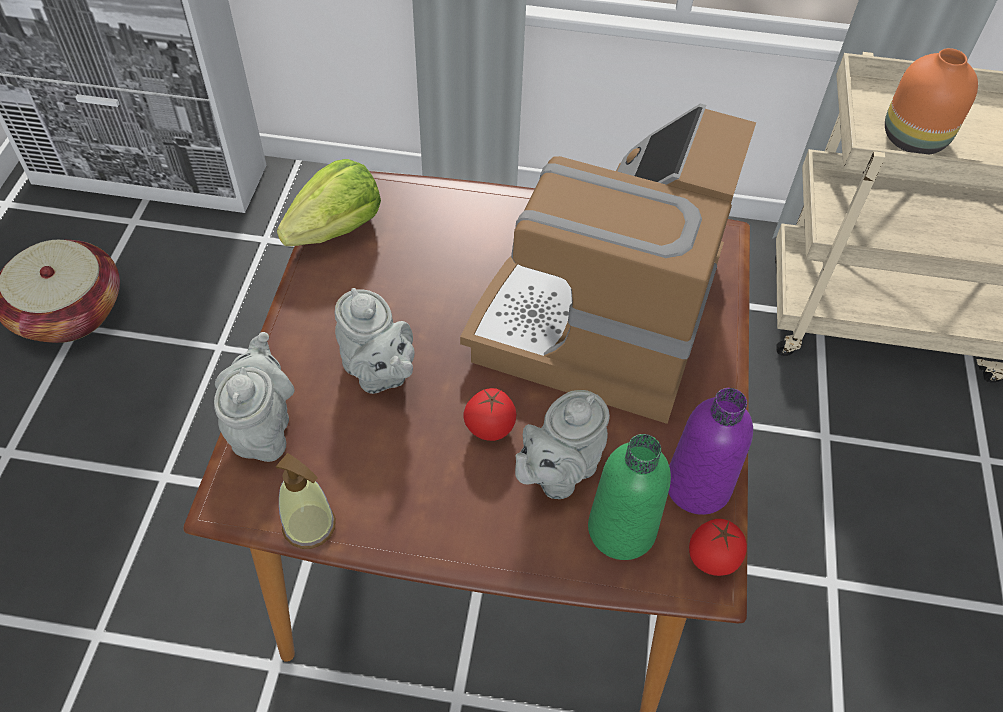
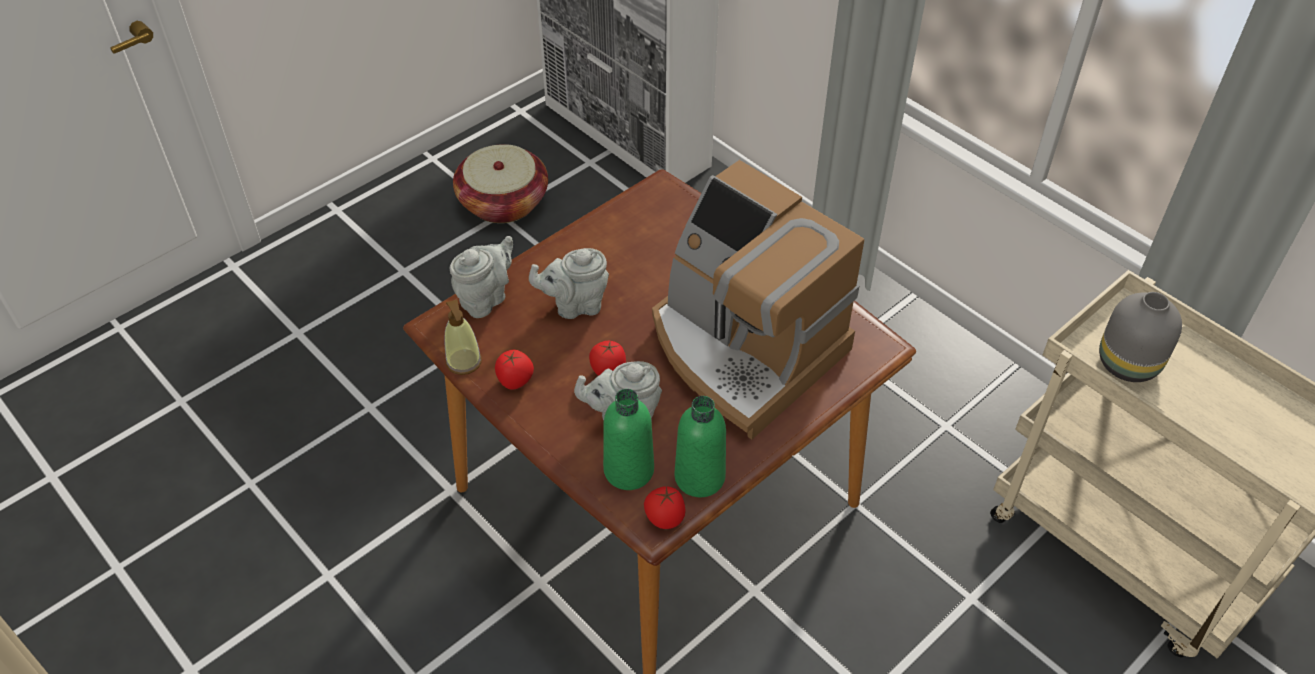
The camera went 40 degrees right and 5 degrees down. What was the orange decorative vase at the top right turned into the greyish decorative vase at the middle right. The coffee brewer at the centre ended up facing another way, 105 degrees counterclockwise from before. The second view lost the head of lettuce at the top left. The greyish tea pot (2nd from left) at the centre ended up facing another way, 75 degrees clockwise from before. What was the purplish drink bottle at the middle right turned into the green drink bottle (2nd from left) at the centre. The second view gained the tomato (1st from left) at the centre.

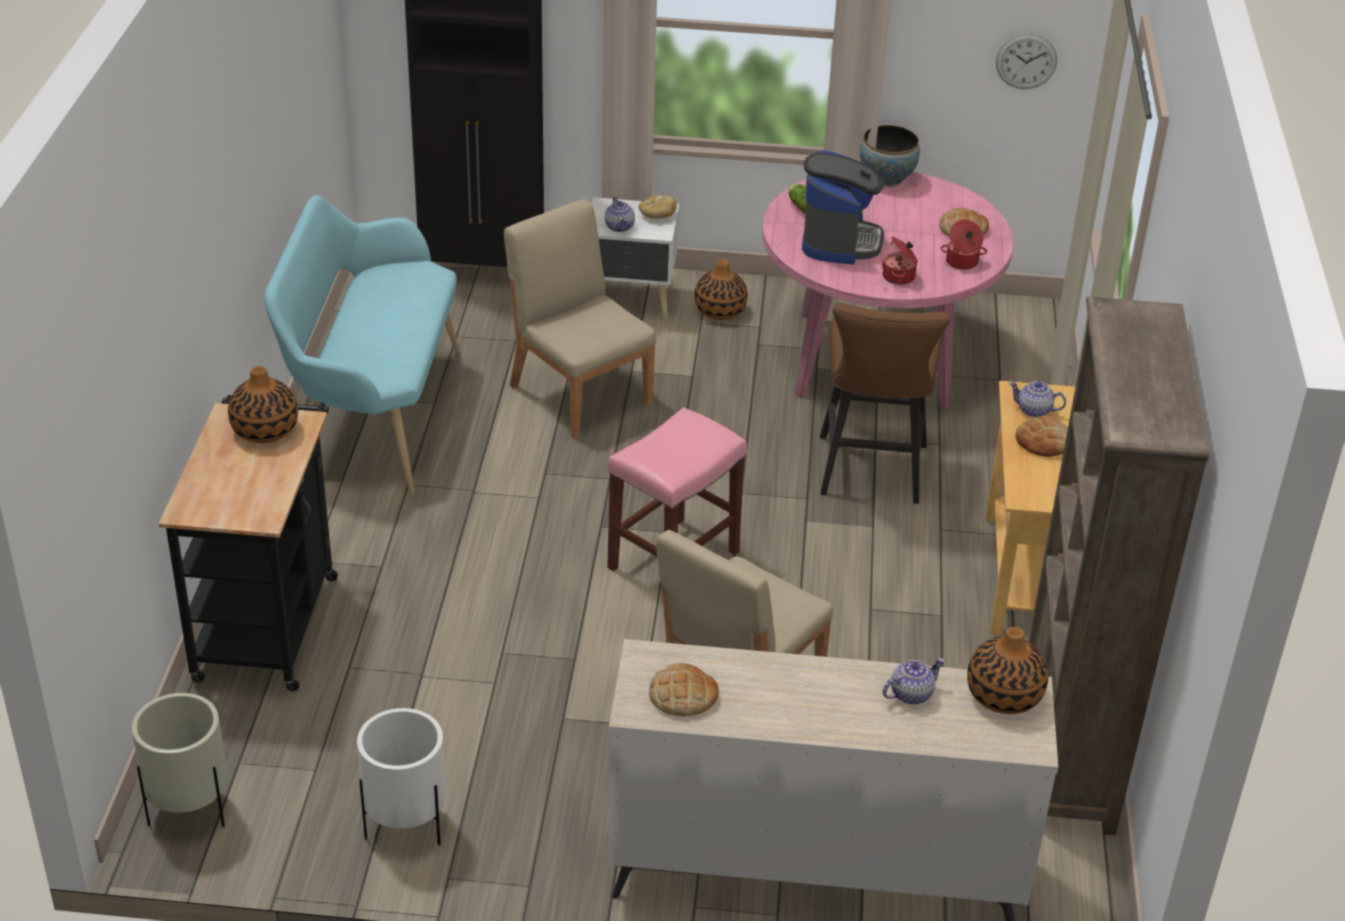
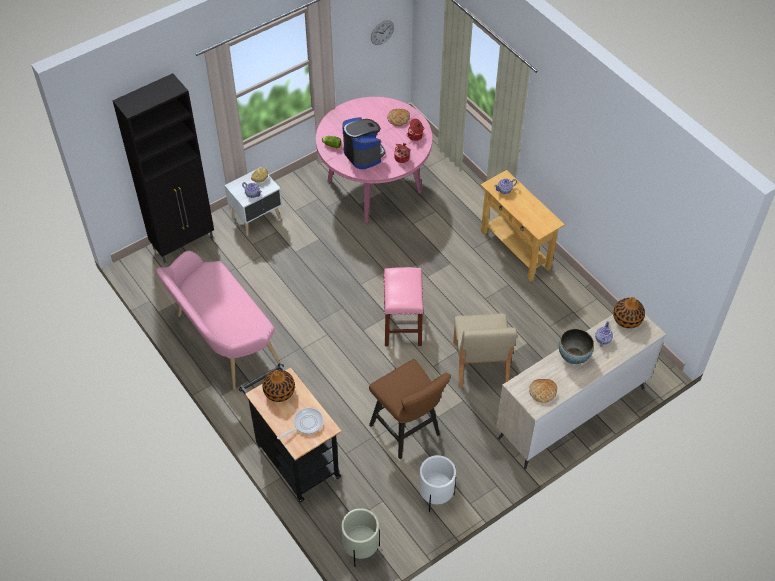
The camera went 40 degrees left and 15 degrees up. The deep dish ended up elsewhere, having gone from the top centre to the middle right. What was the blue-green long seat at the middle left turned into the pink long seat at the middle left. The second view lost the beige upright chair (1st from left) at the centre. The second view lost the decorative vase (2nd from left) at the top centre. The second view lost the brownish shelving unit at the middle right. The brownish stool ended up elsewhere, having gone from the centre to the bottom centre. The second view lost the bakery bread (4th from left) at the middle right. The second view gained the pan at the bottom centre.

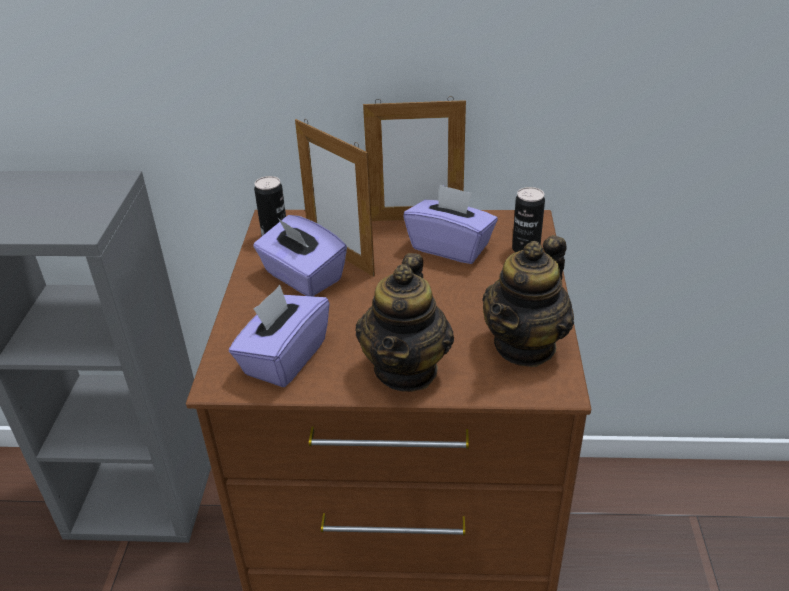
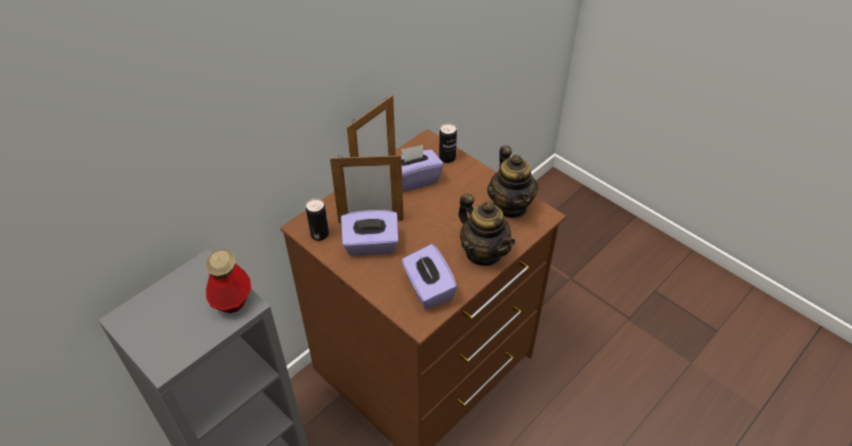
The camera went 50 degrees left and 10 degrees up. The second view gained the drink bottle at the middle left.

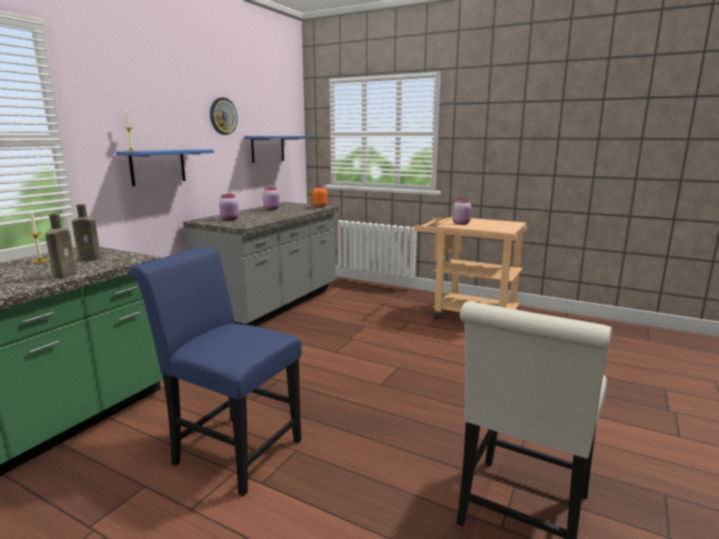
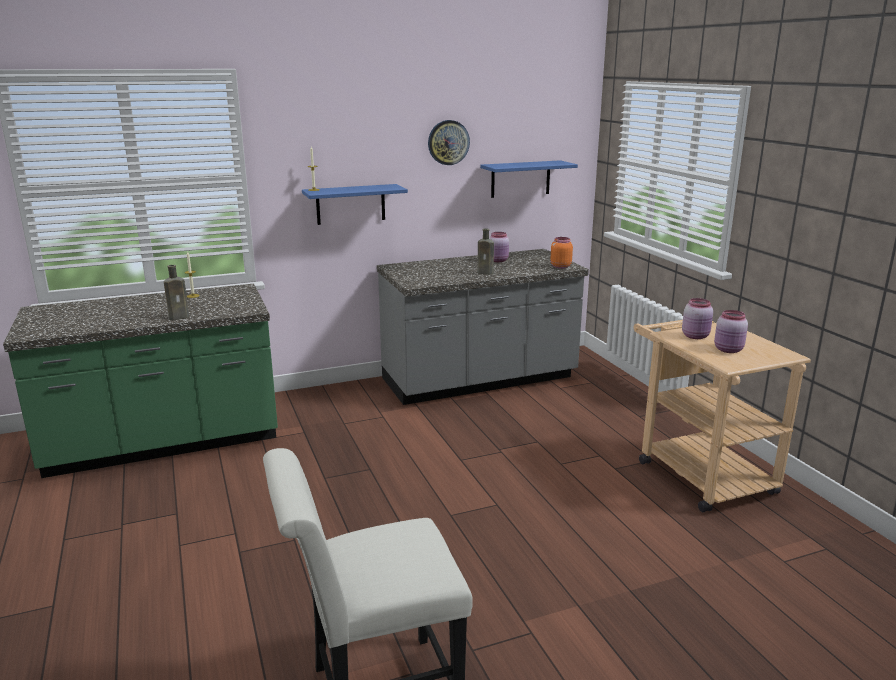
The camera went 40 degrees right and 5 degrees up. The pink storage jar (1st from left in the first image) ended up elsewhere, having gone from the middle left to the middle right. The brownish drink bottle (2nd from left) ended up elsewhere, having gone from the middle left to the centre. The second view lost the blue-coloured upright chair at the bottom left.

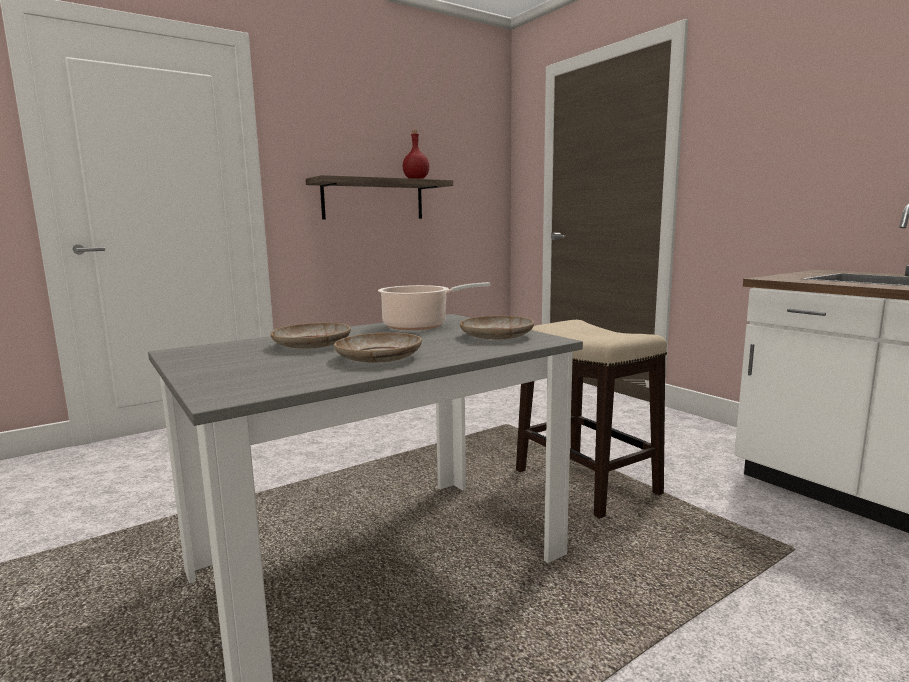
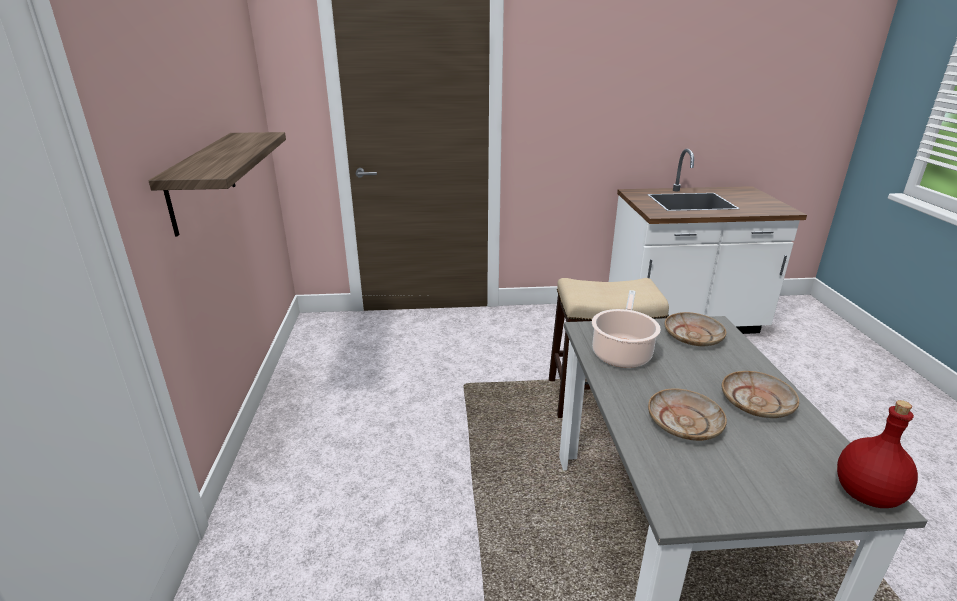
The camera went 60 degrees left and 15 degrees up. The red drink bottle ended up elsewhere, having gone from the top centre to the bottom right.

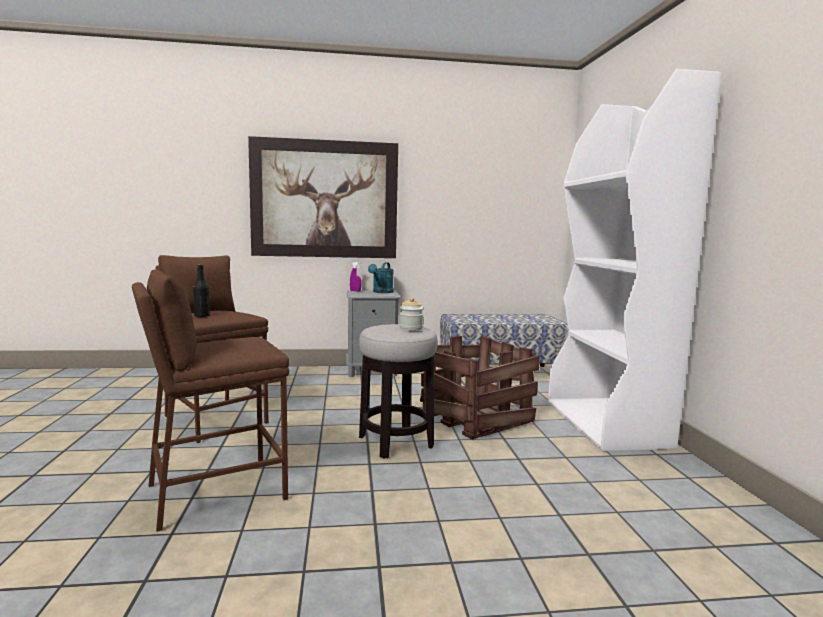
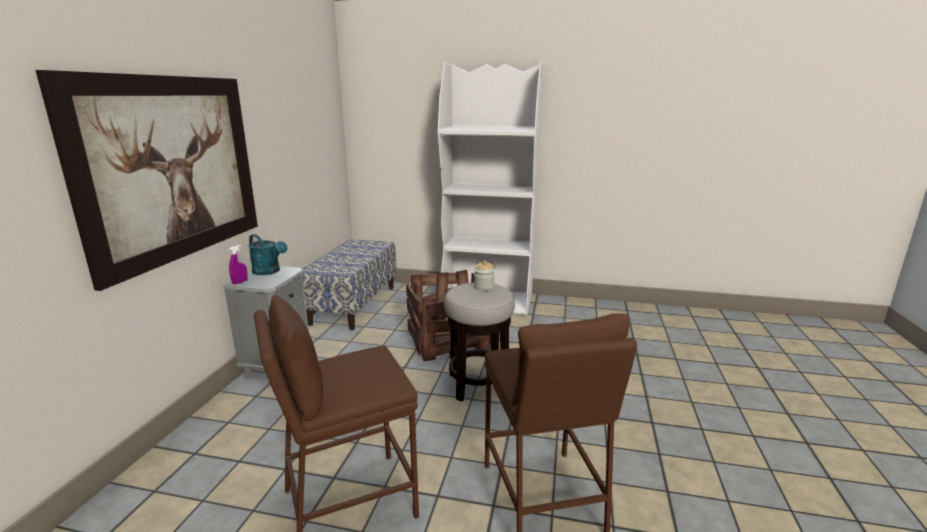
The camera went 70 degrees left and 10 degrees up. The second view lost the black-coloured drink bottle at the middle left.

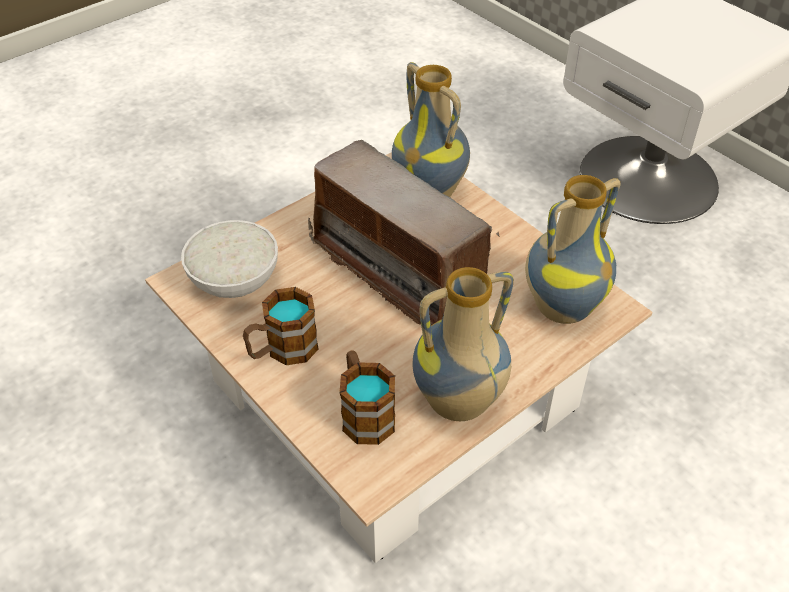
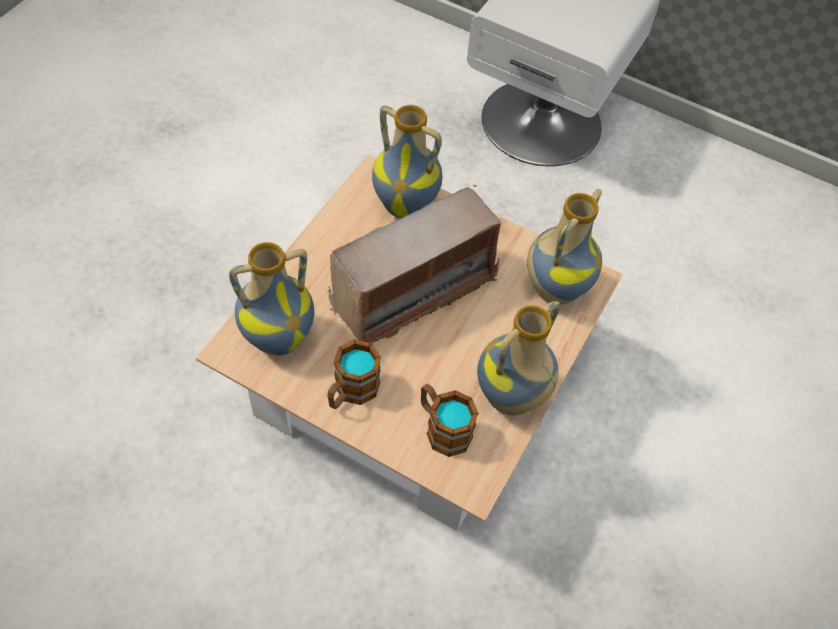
The camera went 25 degrees left and 10 degrees up. The radio receiver at the centre ended up facing another way, 60 degrees counterclockwise from before. Where the whitish deep dish stood at the middle left, the decorative vase (1st from left) came to stand at the middle left.

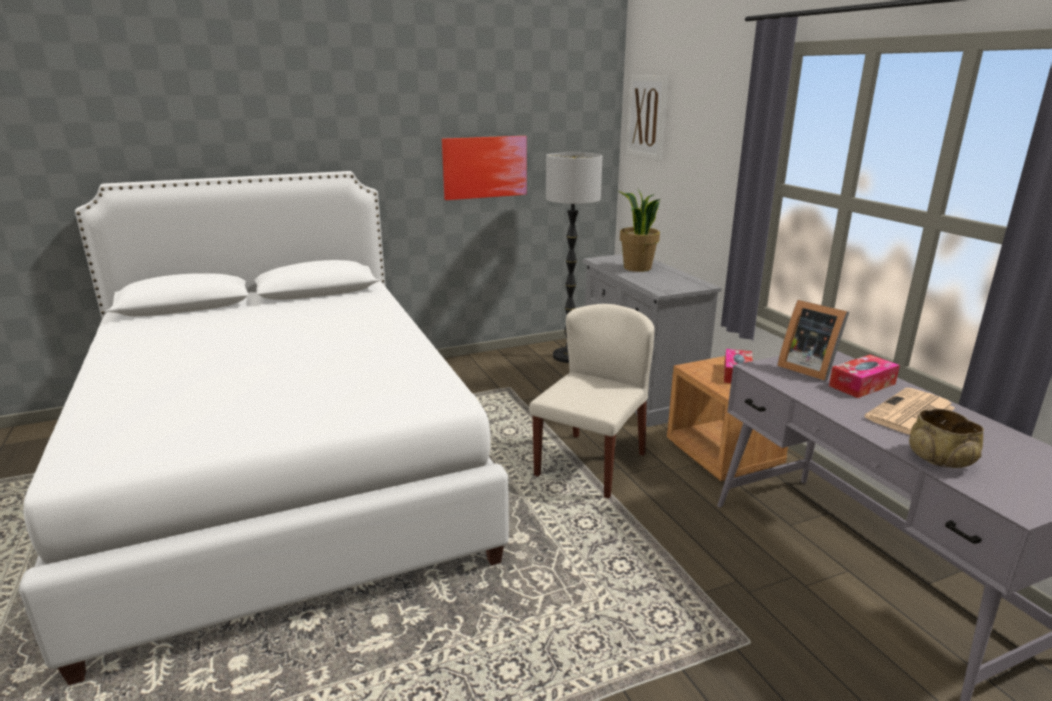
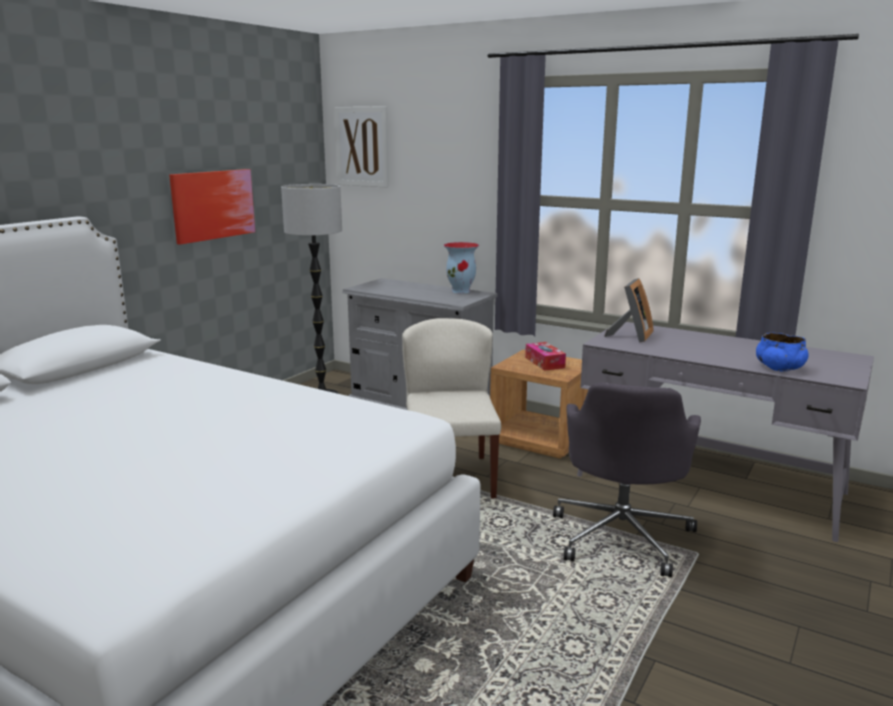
The camera went 35 degrees left and 5 degrees down. The second view lost the potted plant at the top centre. The standing frame at the middle right ended up facing another way, 75 degrees counterclockwise from before. The second view lost the box of tissues (2nd from left) at the middle right. The second view lost the printed paper at the middle right. What was the beige deep dish at the middle right turned into the blue-coloured deep dish at the middle right. The second view gained the decorative vase at the centre. The second view gained the greyish desk chair at the bottom right.

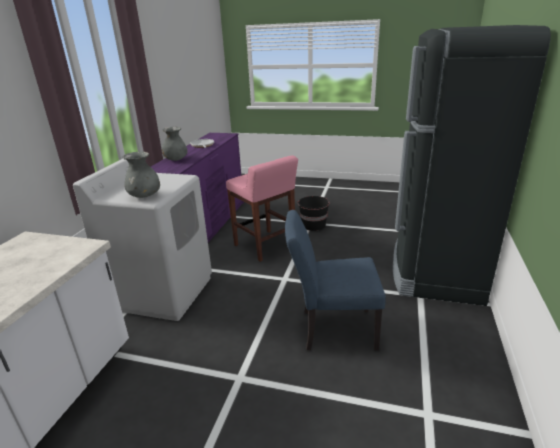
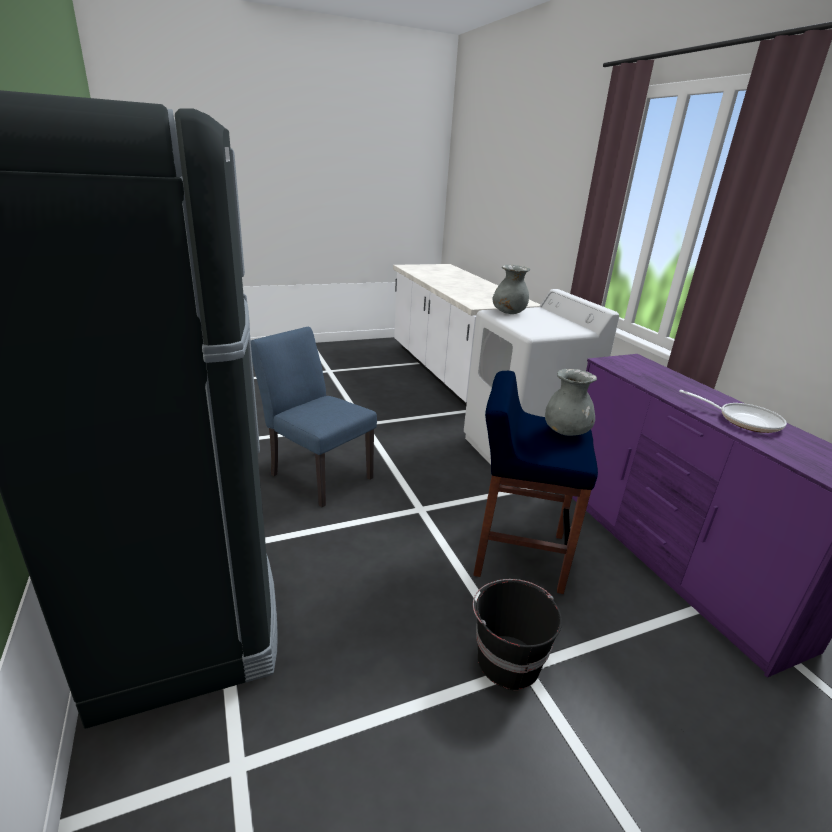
The camera went 140 degrees right and 0 degrees up. The greyish decorative vase (2nd from left) ended up elsewhere, having gone from the top left to the middle right. What was the pink stool at the centre turned into the blue-coloured stool at the centre. The blue-coloured upright chair at the centre ended up facing another way, 105 degrees counterclockwise from before.

